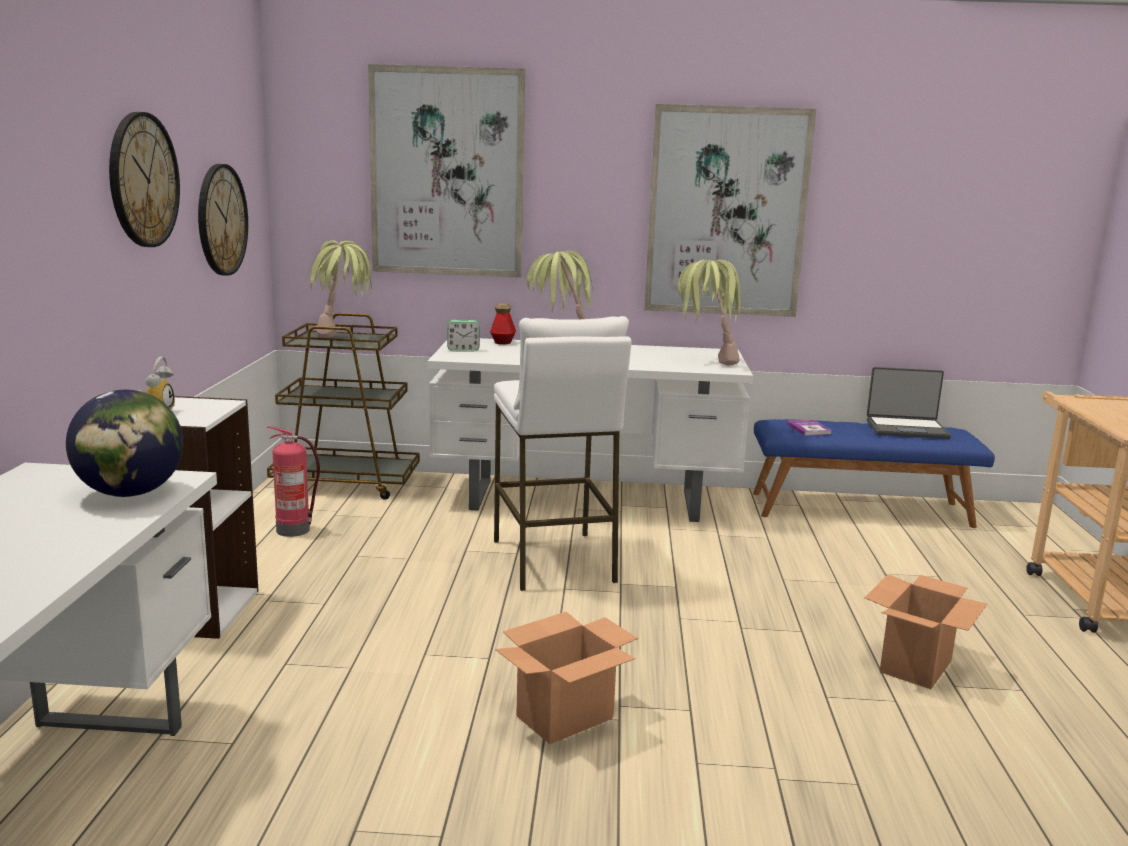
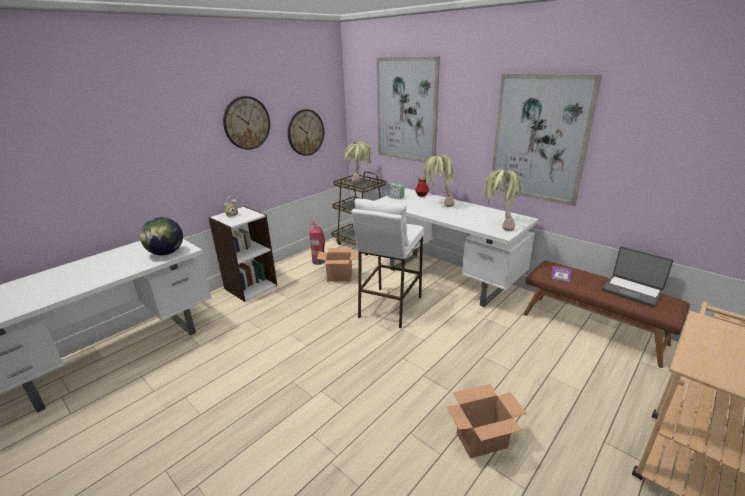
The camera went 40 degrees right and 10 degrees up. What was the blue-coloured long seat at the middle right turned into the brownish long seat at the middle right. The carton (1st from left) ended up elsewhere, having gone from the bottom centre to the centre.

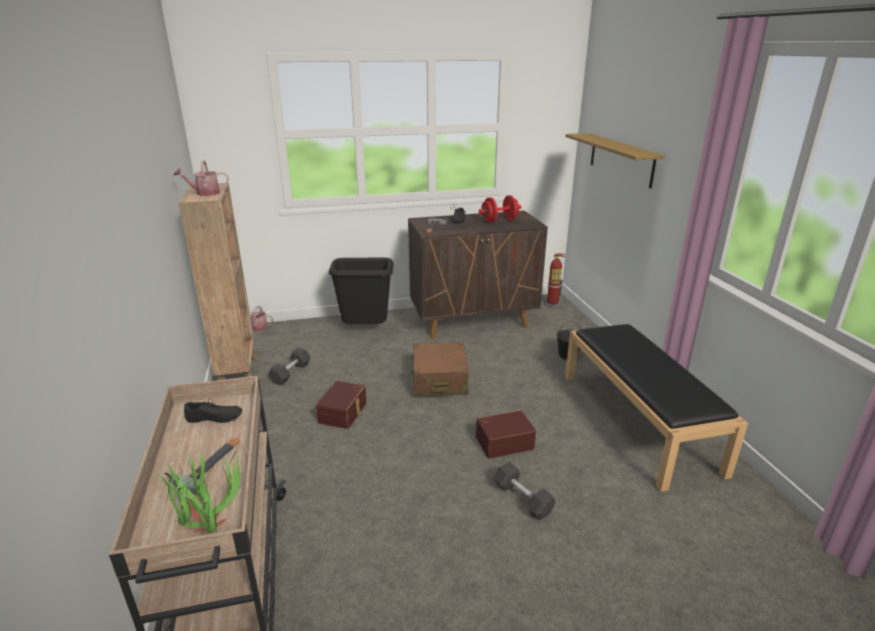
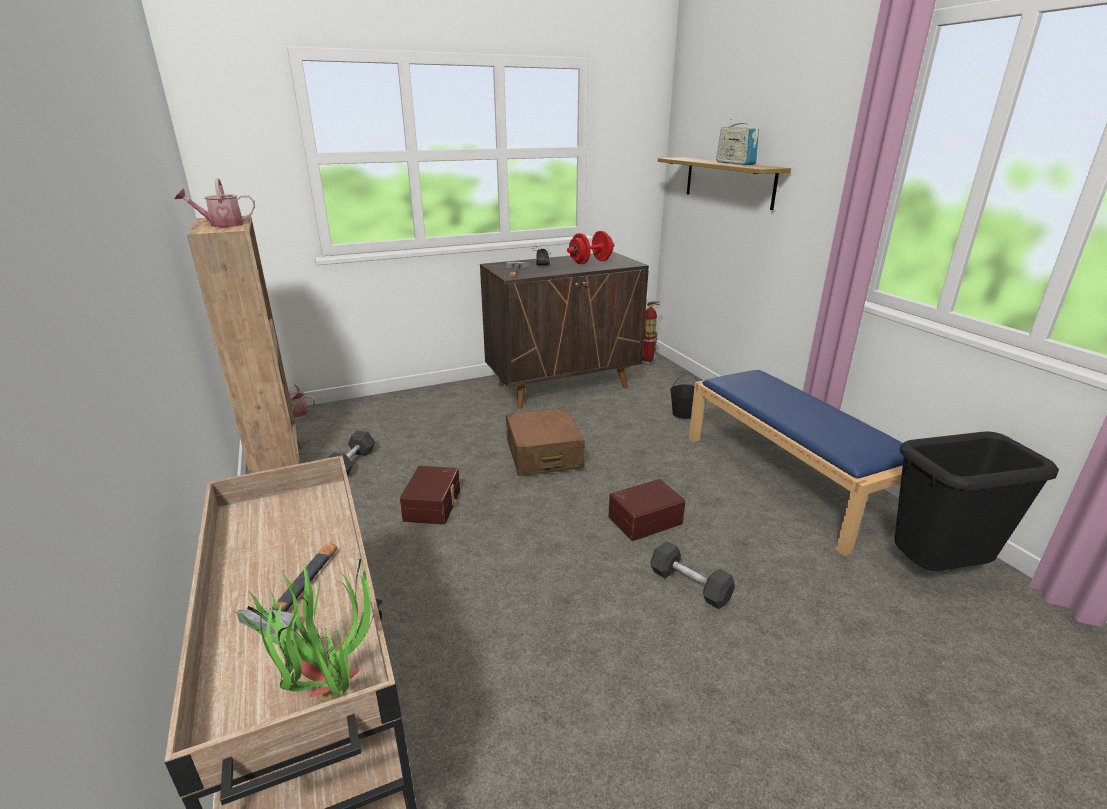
The camera went 10 degrees left and 0 degrees up. The black-coloured rubbish bin ended up elsewhere, having gone from the centre to the middle right. What was the black-coloured long seat at the middle right turned into the blue-coloured long seat at the middle right. The second view lost the black-coloured low shoe (1st from left) at the middle left. The second view gained the radio receiver at the top centre.

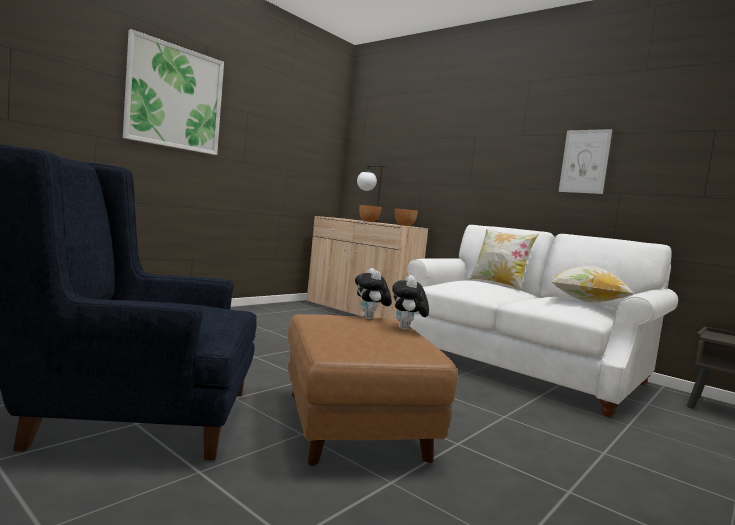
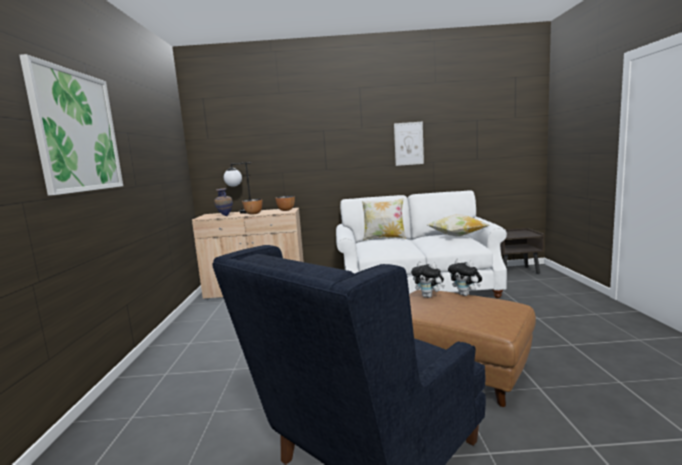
The camera went 40 degrees left and 5 degrees up. The second view gained the decorative vase at the middle left.

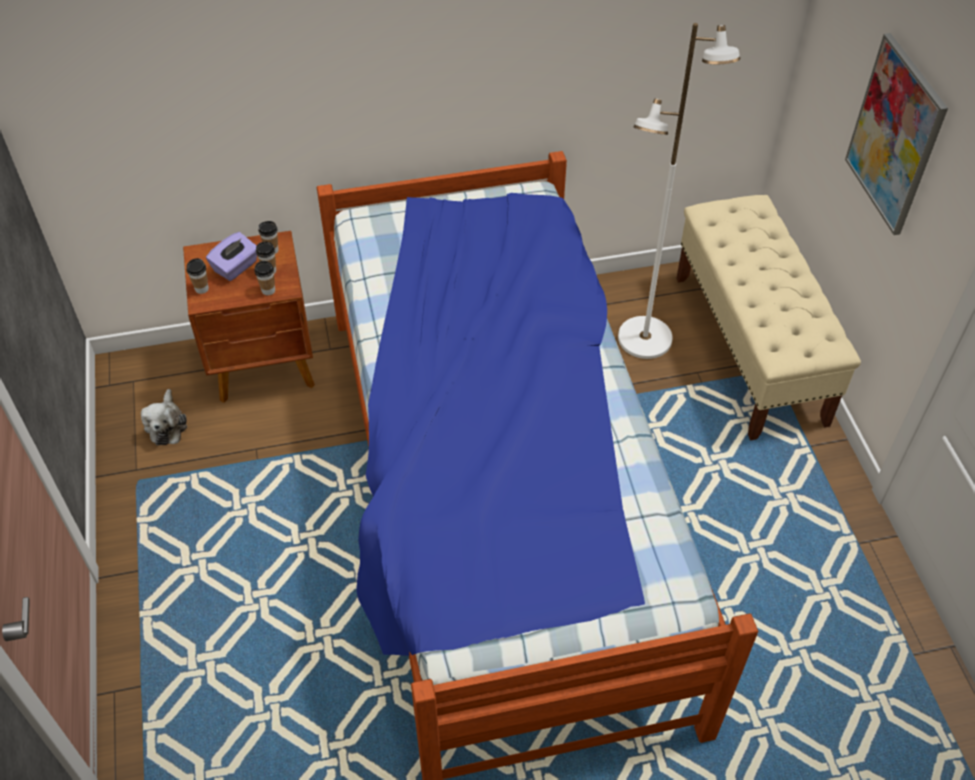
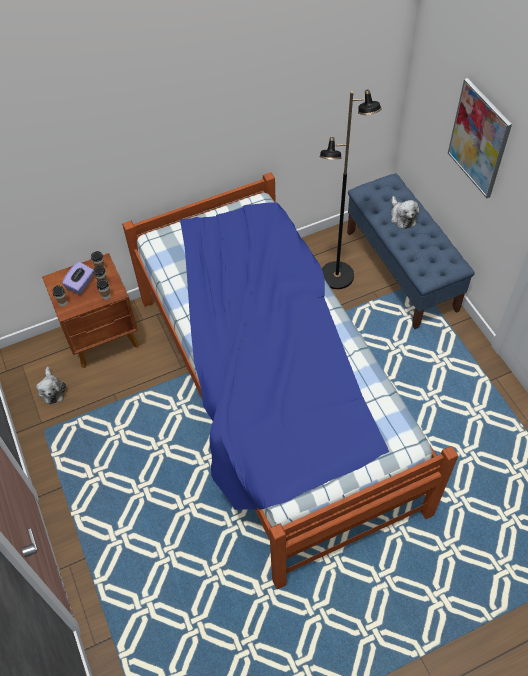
The camera went 10 degrees left and 5 degrees up. What was the whitish standard lamp at the top right turned into the black-coloured standard lamp at the top centre. What was the beige long seat at the middle right turned into the blue-coloured long seat at the middle right. The second view gained the plush toy (2nd from left) at the top right.

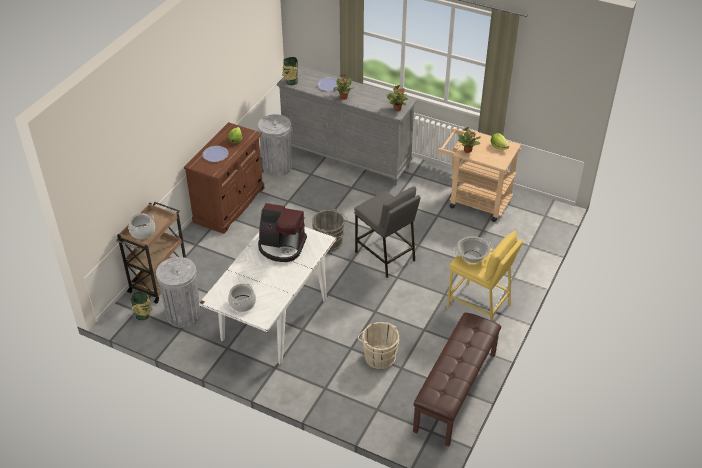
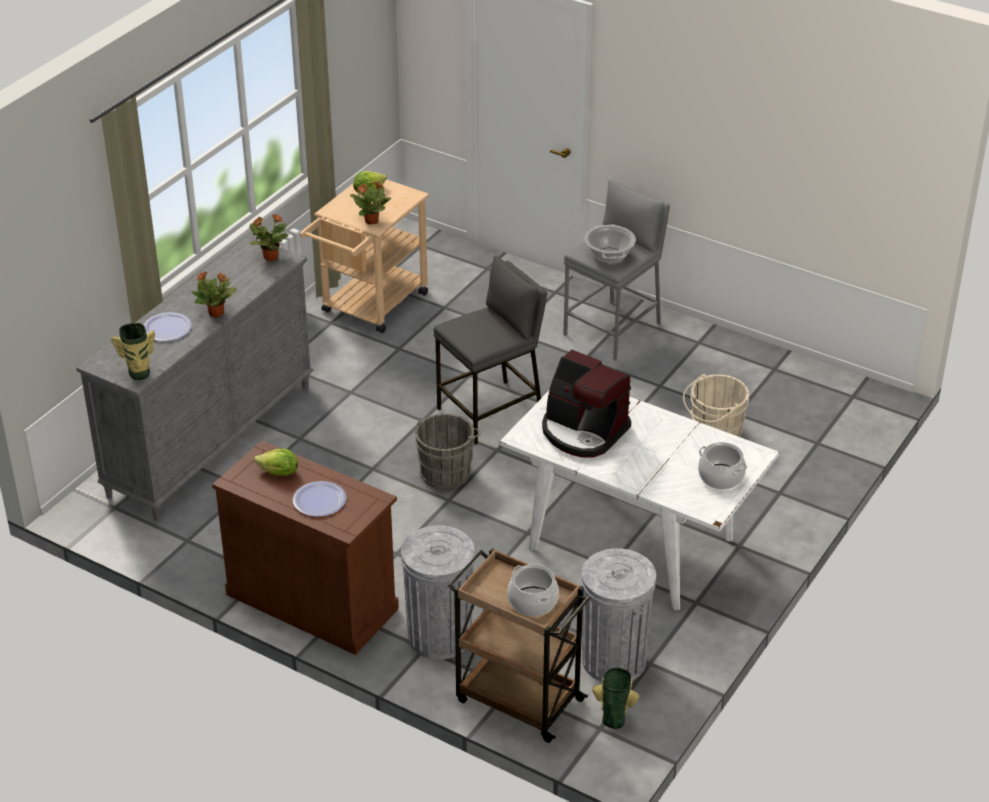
The camera went 85 degrees left and 5 degrees down. The greyish rubbish bin (2nd from left in the first image) ended up elsewhere, having gone from the top centre to the bottom centre. The coffee brewer at the centre ended up facing another way, 105 degrees clockwise from before. What was the yellow-coloured stool at the middle right turned into the greyish stool (2nd from left) at the centre. The second view lost the brownish long seat at the bottom centre.

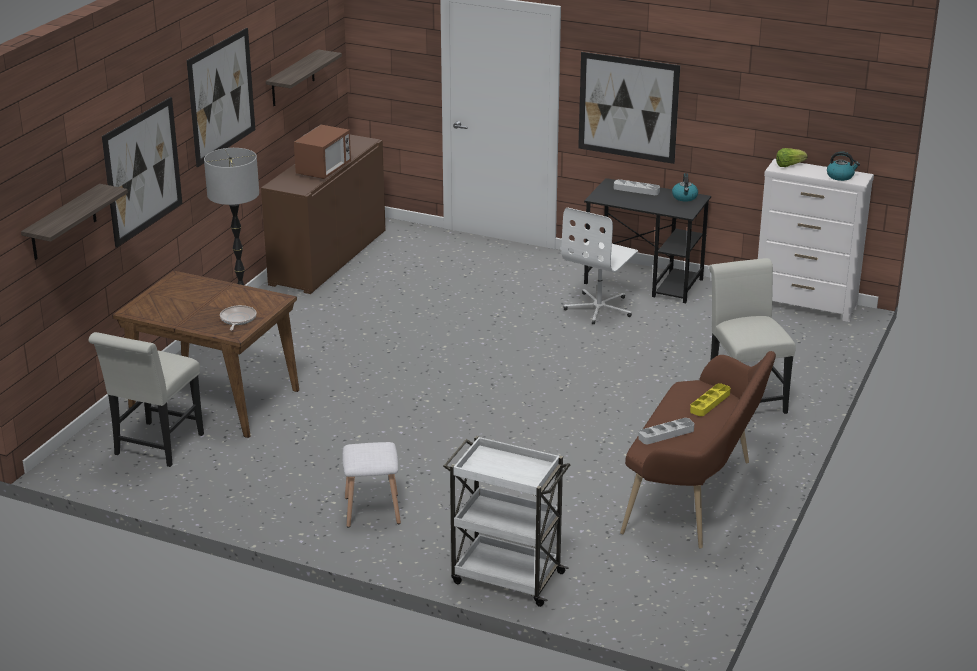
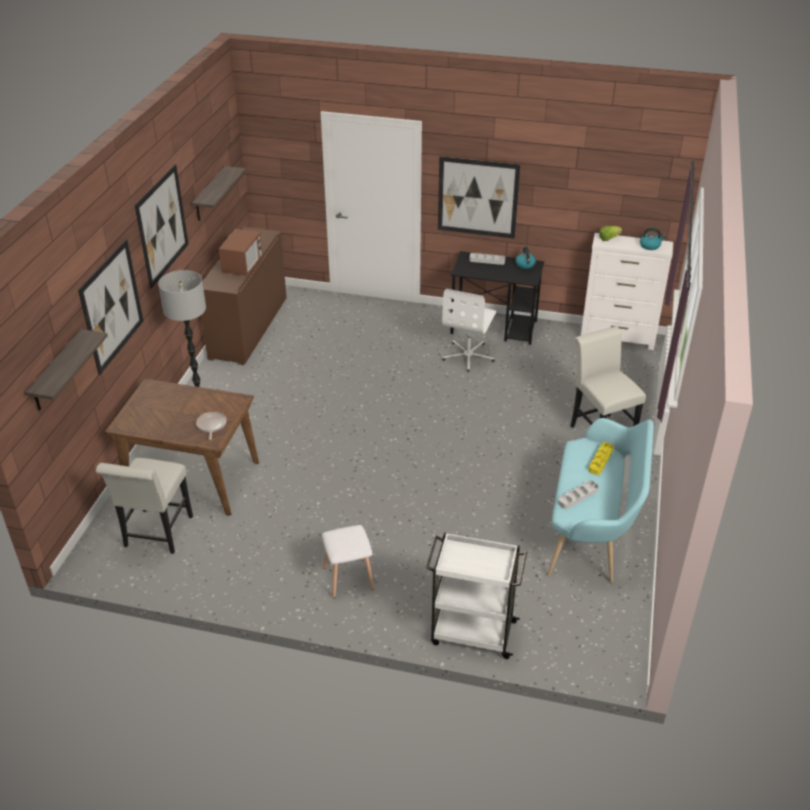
The camera went 10 degrees left and 10 degrees up. What was the brownish long seat at the bottom right turned into the blue-green long seat at the middle right.

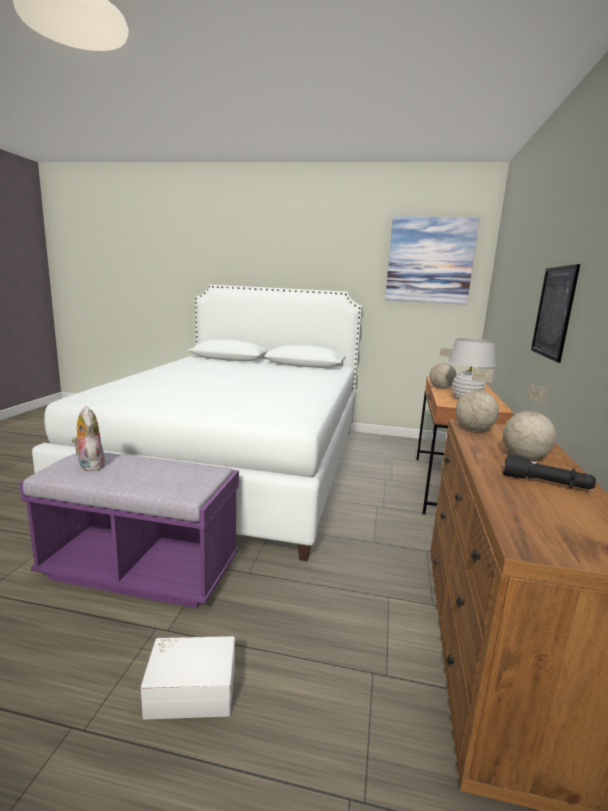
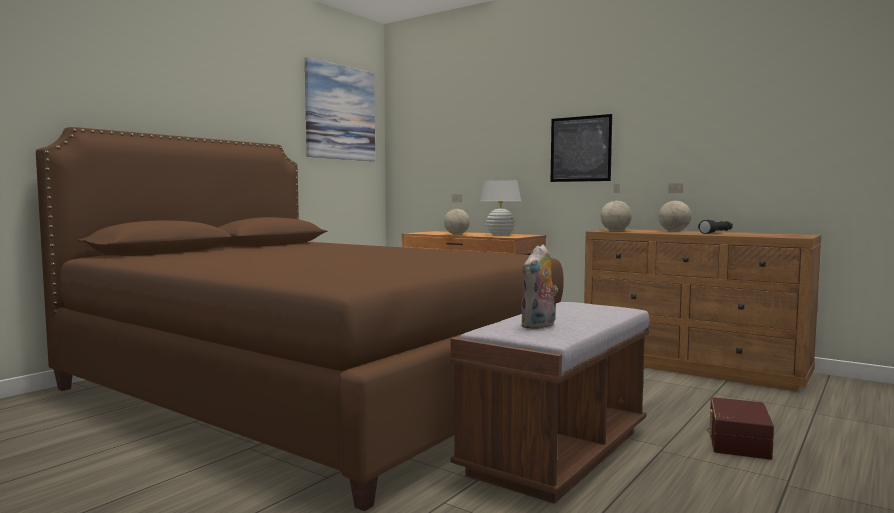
The camera went 65 degrees left and 10 degrees down. What was the whitish sleeping bed at the middle left turned into the brownish sleeping bed at the centre. The plush toy at the middle left ended up facing another way, 45 degrees counterclockwise from before. What was the purplish long seat at the middle left turned into the brownish long seat at the bottom centre. What was the whitish storage box at the bottom left turned into the brownish storage box at the bottom right.

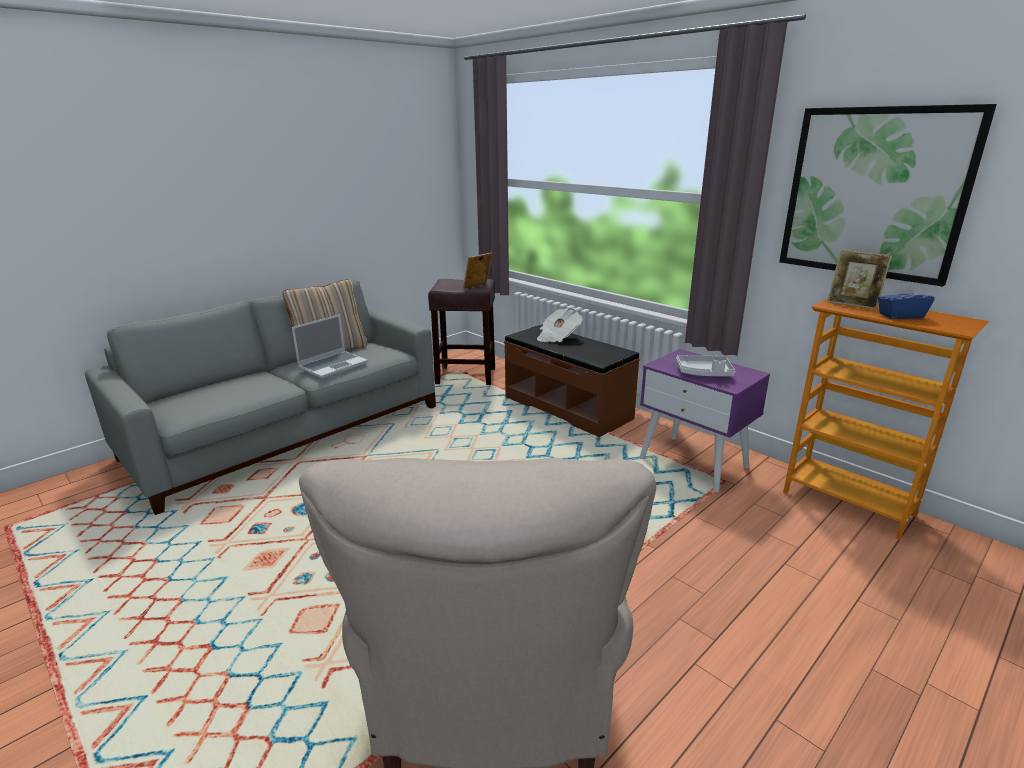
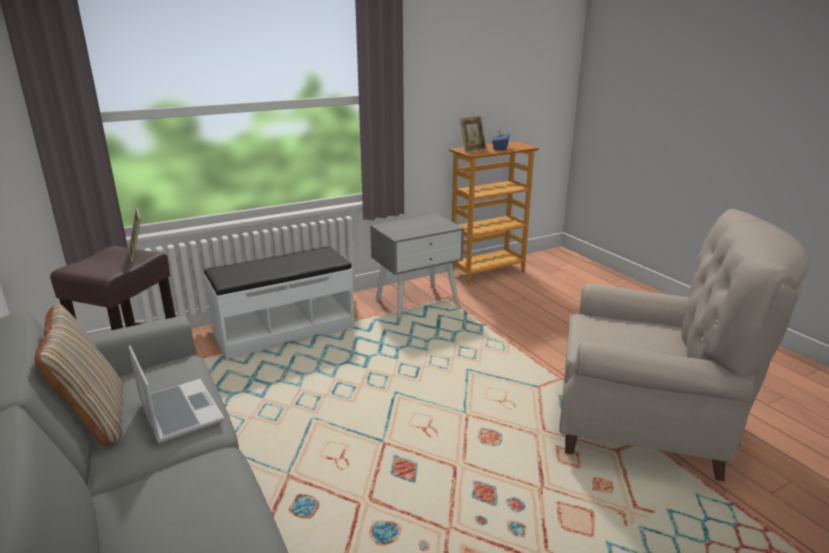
The camera went 75 degrees left and 0 degrees up. The second view lost the picture at the top right. The second view lost the printed paper at the centre. What was the brownish long seat at the centre turned into the whitish long seat at the centre. What was the purplish bedside table at the middle right turned into the greyish bedside table at the centre. The second view lost the greyish tray at the middle right.

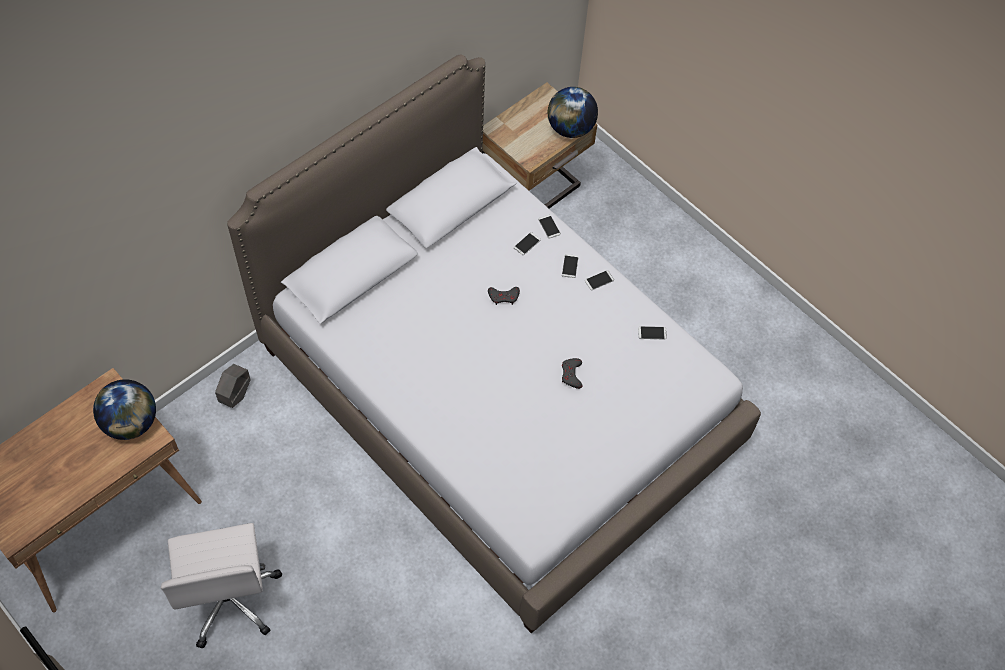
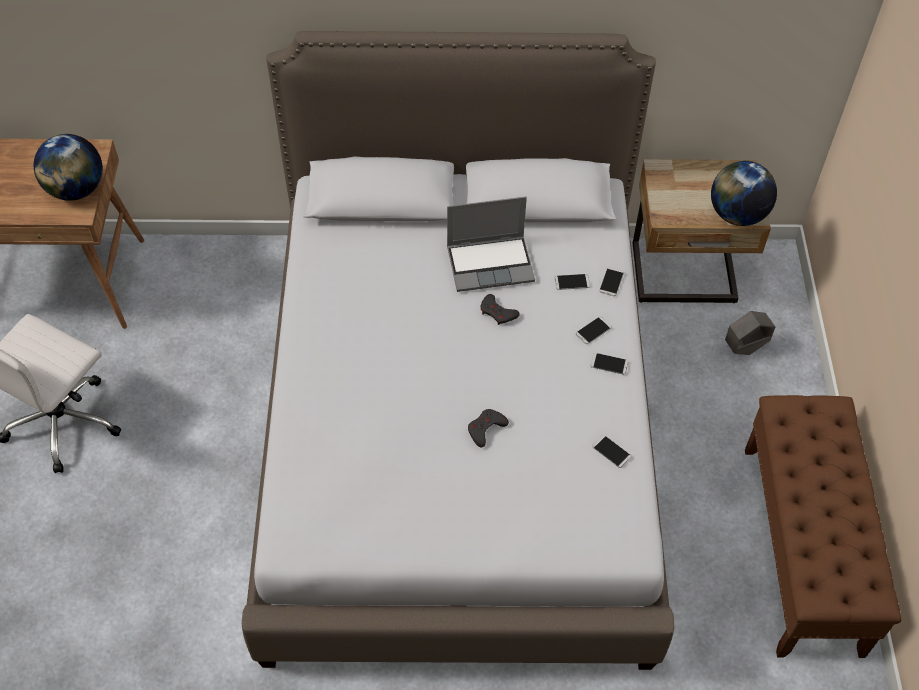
The camera went 45 degrees right and 5 degrees down. The greyish planter ended up elsewhere, having gone from the middle left to the middle right. The second view gained the portable computer at the centre. The second view gained the brownish long seat at the bottom right.

